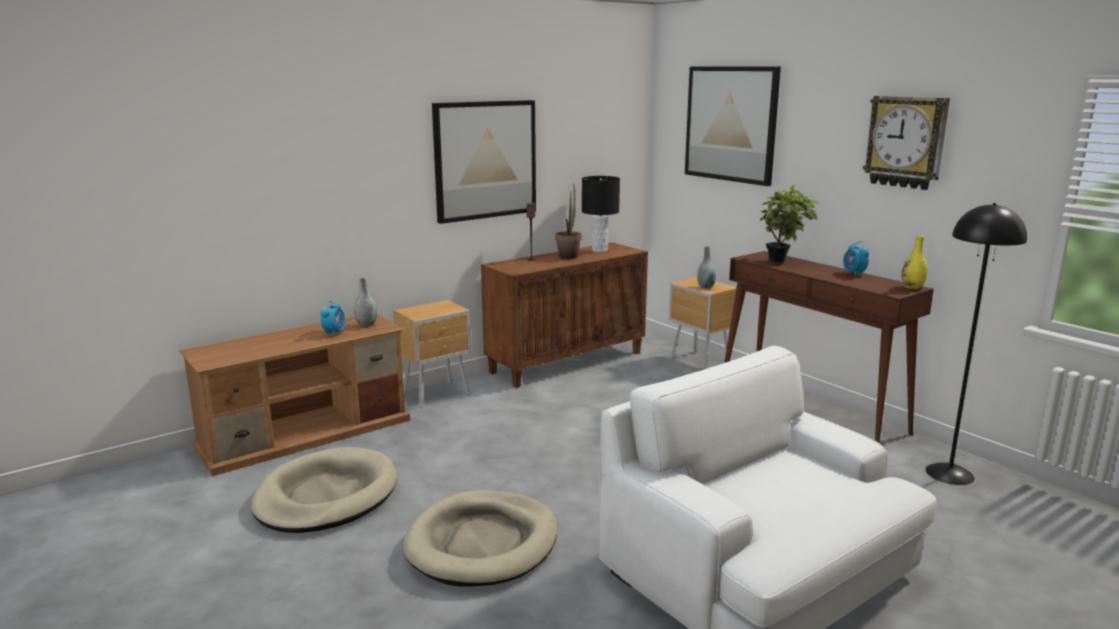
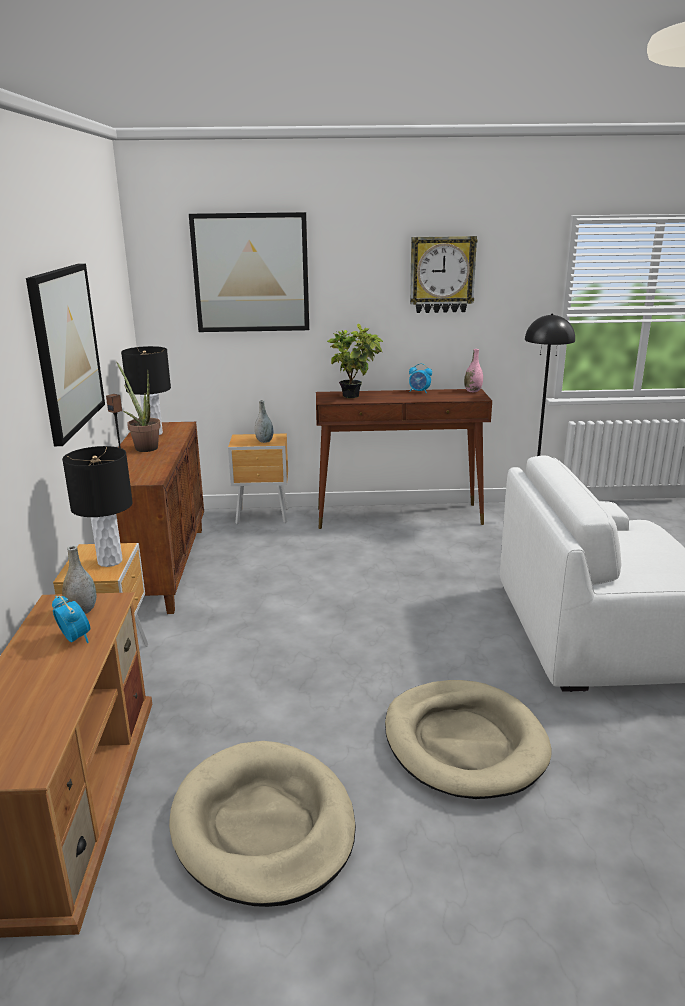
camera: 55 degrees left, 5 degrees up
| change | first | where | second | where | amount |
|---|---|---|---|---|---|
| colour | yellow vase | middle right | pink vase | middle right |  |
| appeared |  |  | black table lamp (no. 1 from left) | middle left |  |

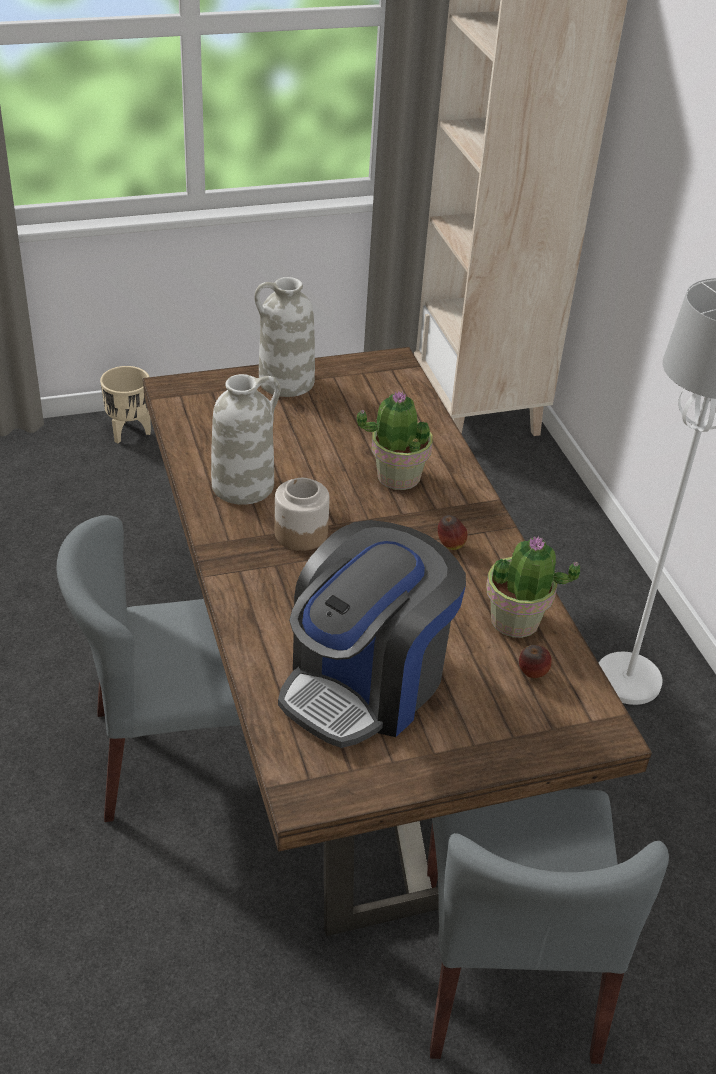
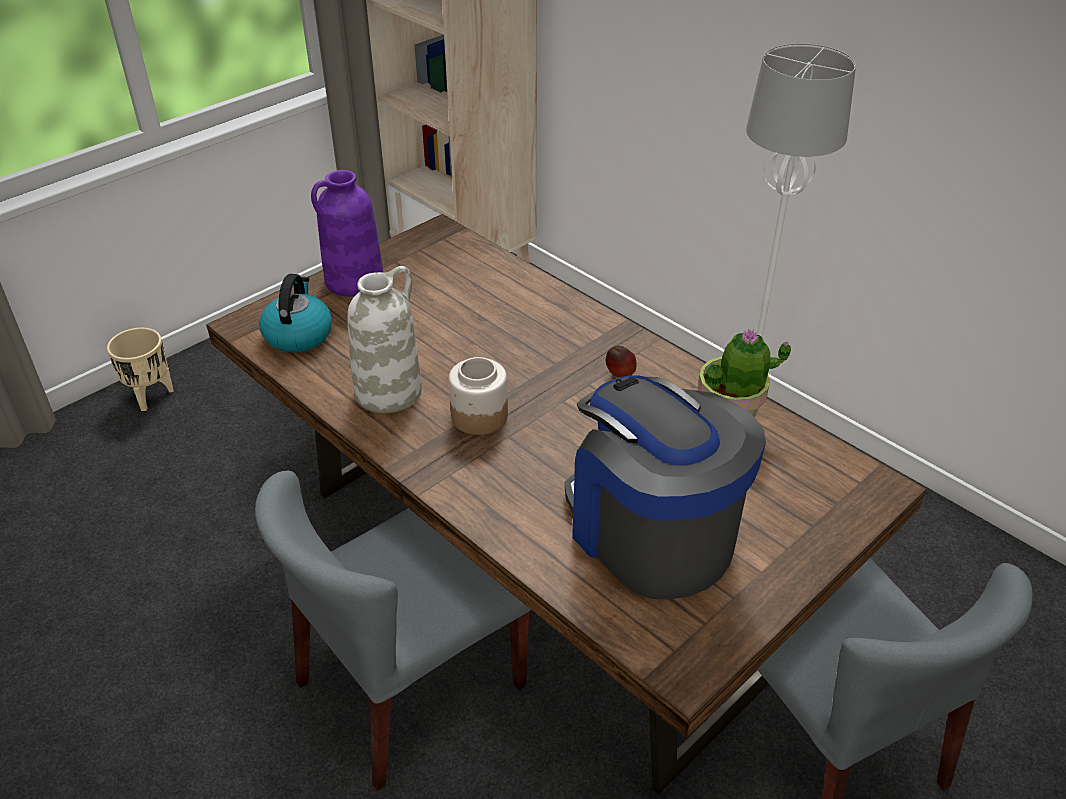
camera: 25 degrees left, 0 degrees up
| change | first | where | second | where | amount |
|---|---|---|---|---|---|
| colour | white vase (no. 2 from left) | top centre | purple vase | top left |  |
| spun | coffee machine | centre |  | centre | 135 degrees clockwise |
| missing | potted plant (no. 1 from left) | centre |  |  |  |
| missing | apple (no. 2 from left) | middle right |  |  |  |
| appeared |  |  | kettle | middle left |  |

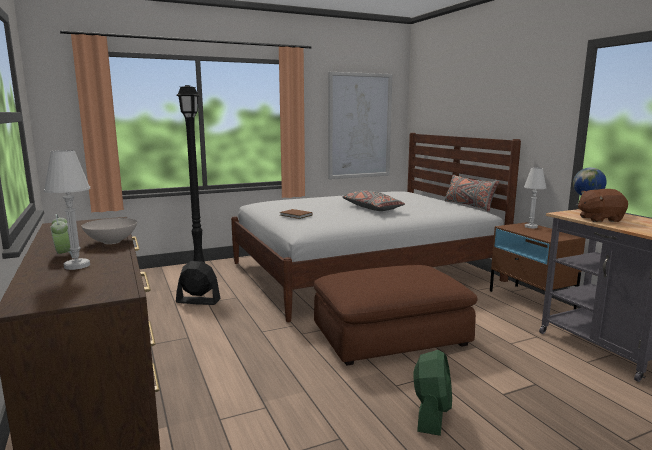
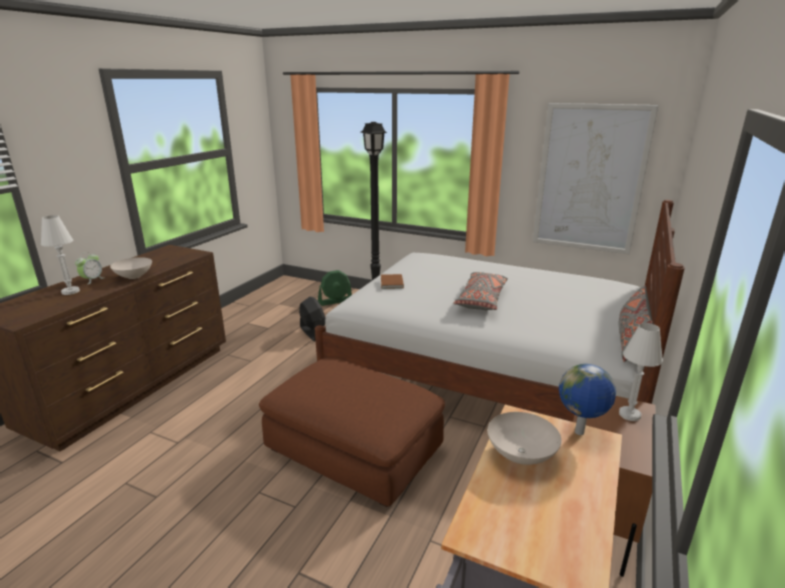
camera: 50 degrees right, 10 degrees up
| change | first | where | second | where | amount |
|---|---|---|---|---|---|
| relocated | green fan | bottom centre |  | centre |  |
| exchanged | brown plush toy | middle right | white bowl (no. 2 from left) | bottom right |  |

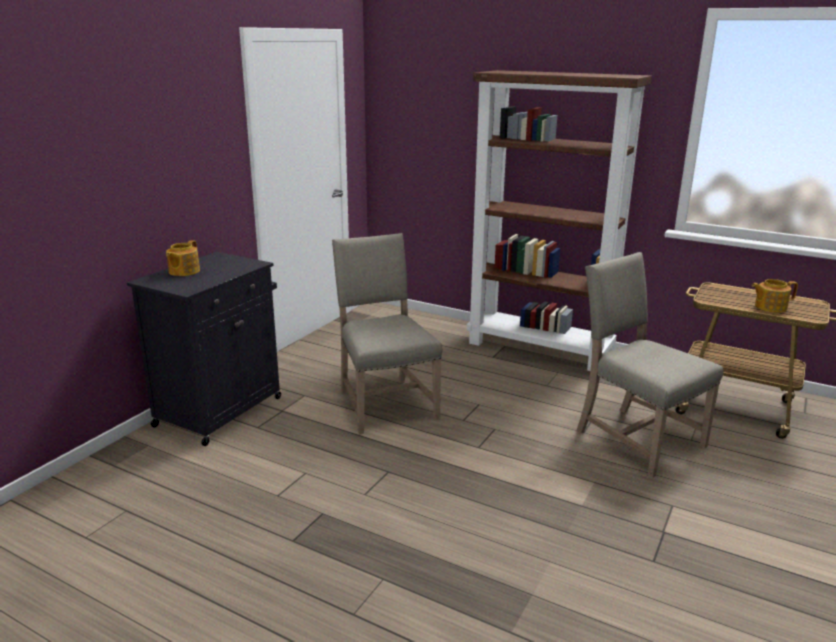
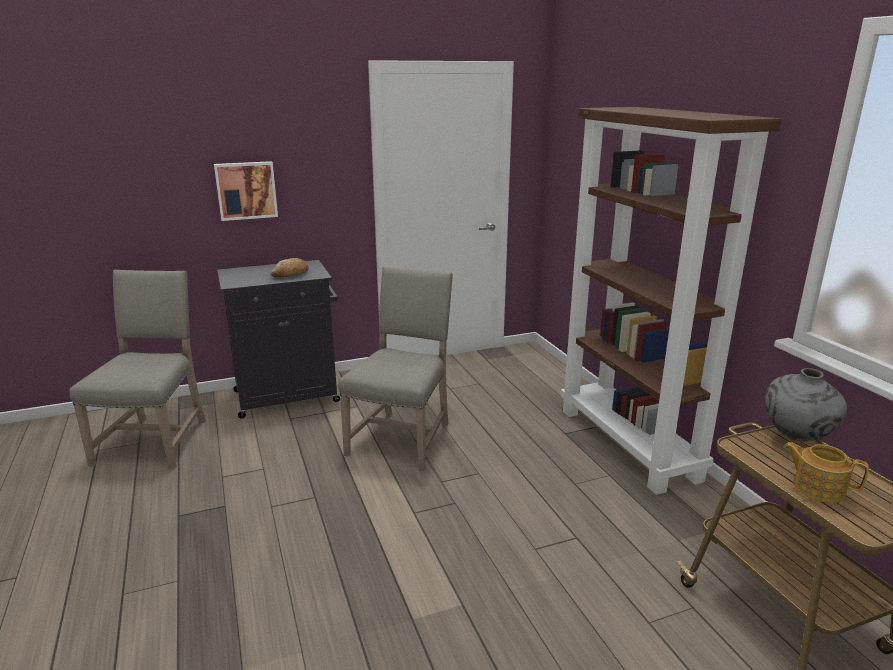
camera: 40 degrees right, 0 degrees up
| change | first | where | second | where | amount |
|---|---|---|---|---|---|
| missing | teapot (no. 1 from left) | middle left |  |  |  |
| relocated | beige chair (no. 2 from left in the first image) | middle right | beige chair (no. 1 from left) | middle left |  |
| appeared |  |  | picture | top left |  |
| appeared |  |  | bread | middle left |  |
| appeared |  |  | grey vase | middle right |  |

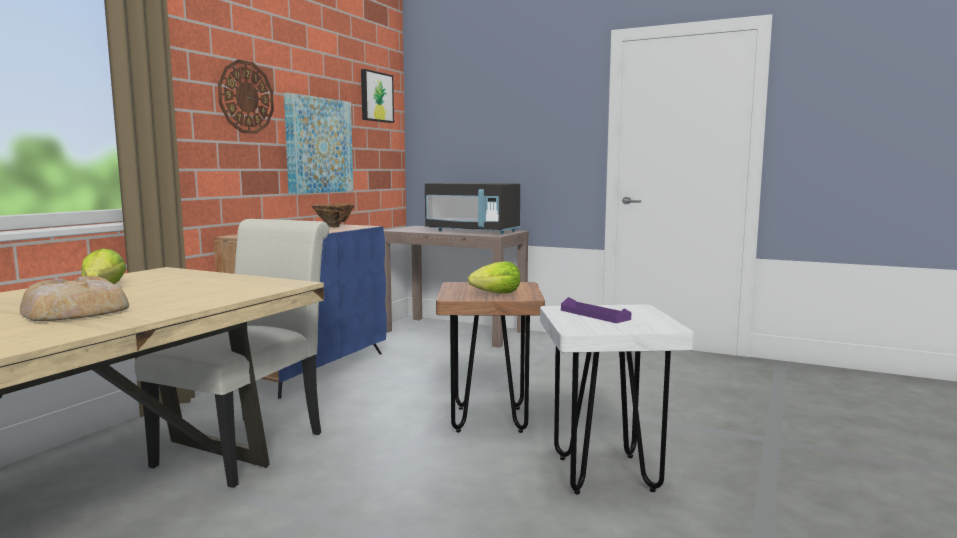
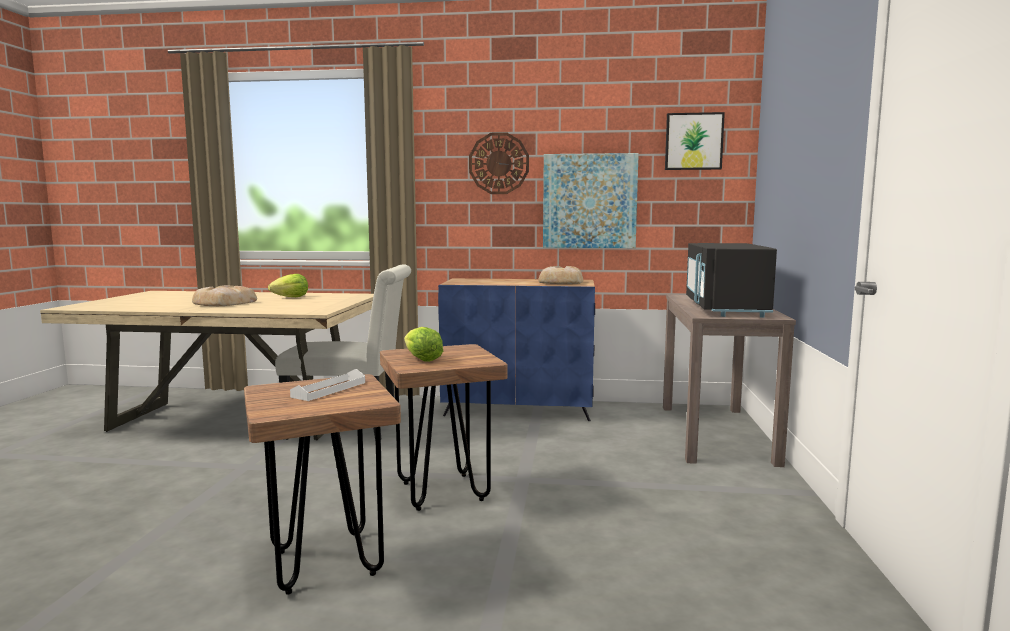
camera: 70 degrees right, 0 degrees up
| change | first | where | second | where | amount |
|---|---|---|---|---|---|
| exchanged | brown vase | centre | bread (no. 2 from left) | centre |  |
| colour | white stool | bottom centre | brown stool (no. 1 from left) | bottom left |  |
| colour | purple tray | centre | white tray | middle left |  |

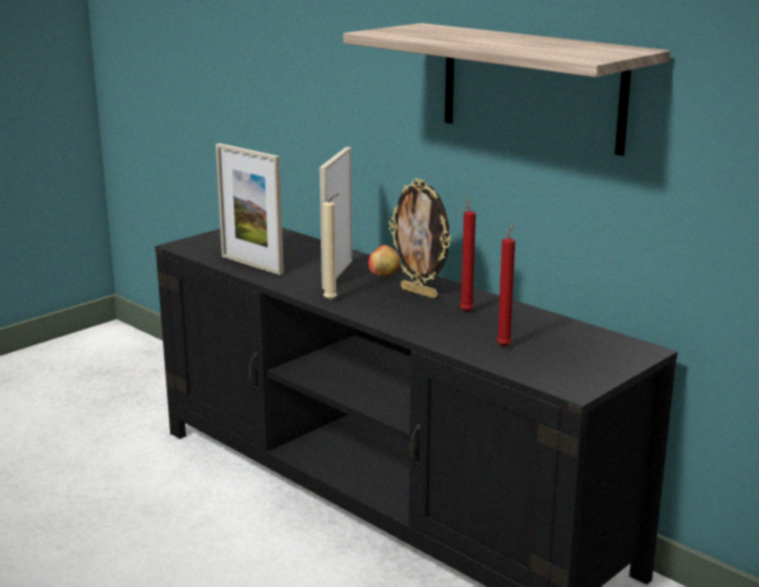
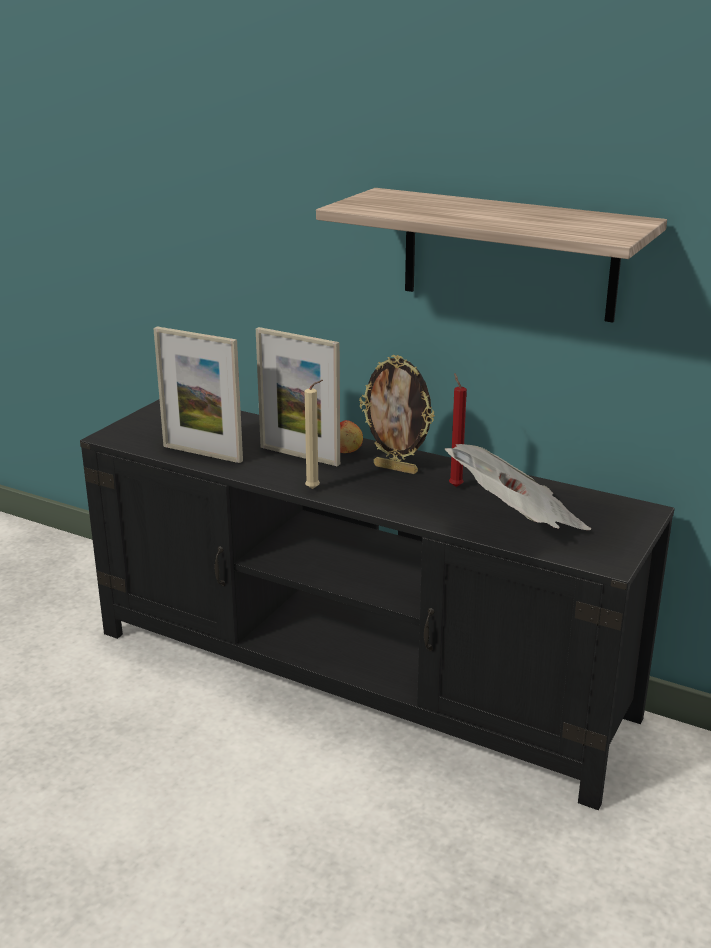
camera: 15 degrees left, 5 degrees up
| change | first | where | second | where | amount |
|---|---|---|---|---|---|
| spun | picture frame (no. 2 from left) | centre |  | centre | 60 degrees counterclockwise |
| exchanged | red candle (no. 2 from left) | centre | newspaper | middle right |  |

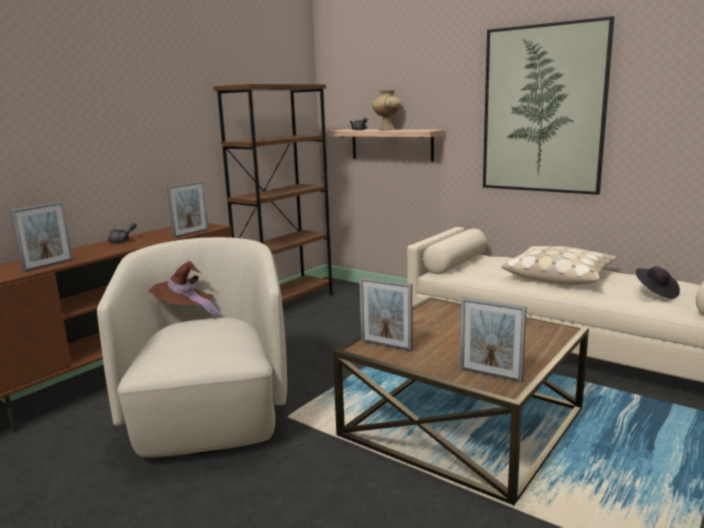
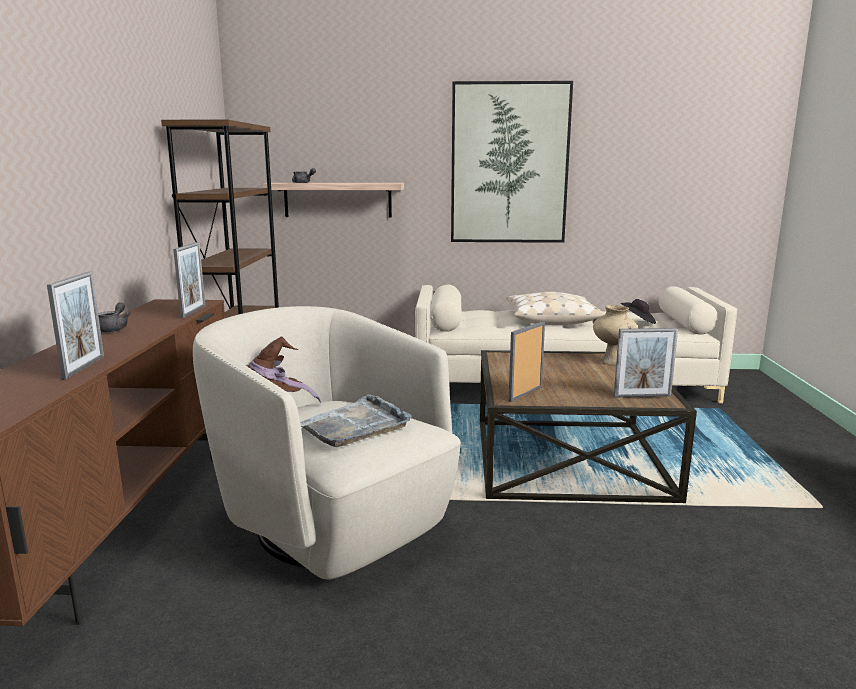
camera: 35 degrees left, 0 degrees up
| change | first | where | second | where | amount |
|---|---|---|---|---|---|
| spun | picture frame (no. 3 from left) | centre |  | centre | 135 degrees clockwise |
| relocated | beige vase | top centre |  | middle right |  |
| appeared |  |  | grey tray | centre |  |

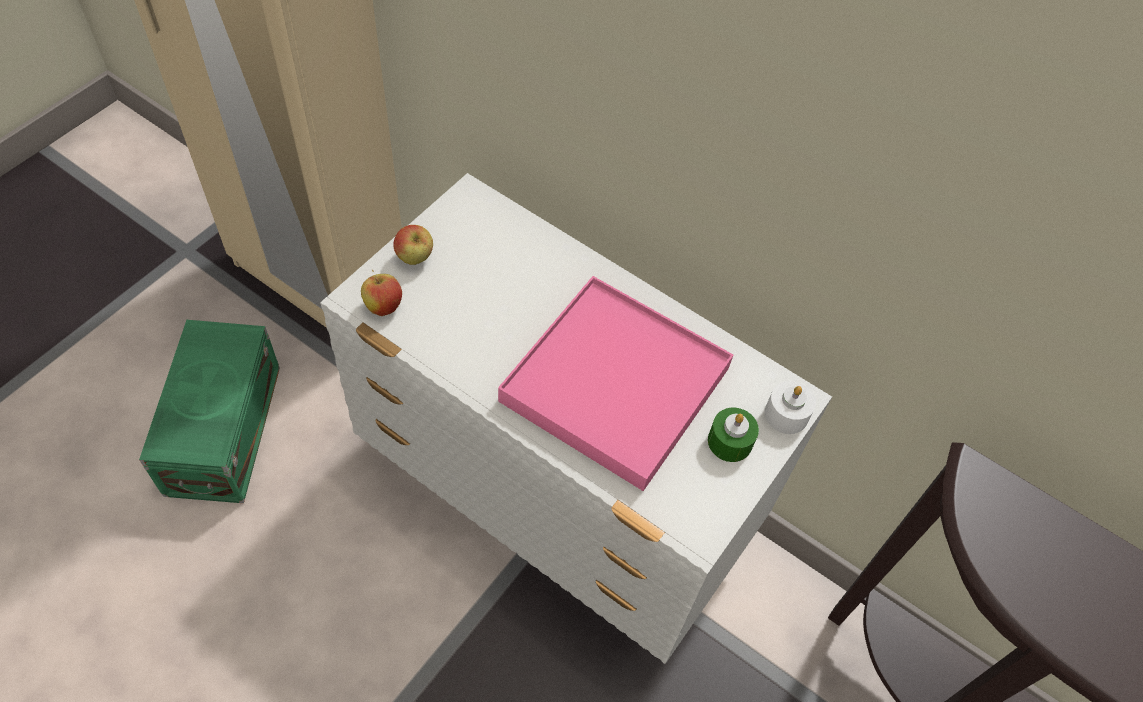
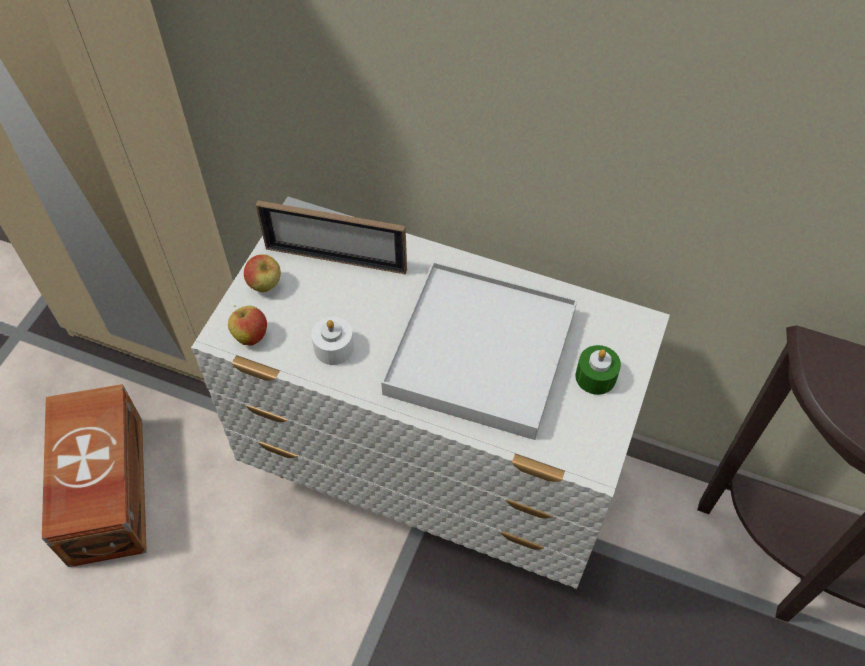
camera: 10 degrees left, 0 degrees up
| change | first | where | second | where | amount |
|---|---|---|---|---|---|
| colour | green storage box | middle left | brown storage box | bottom left |  |
| colour | pink tray | centre | white tray | centre |  |
| relocated | white candle | middle right |  | centre |  |
| appeared |  |  | picture frame | centre |  |

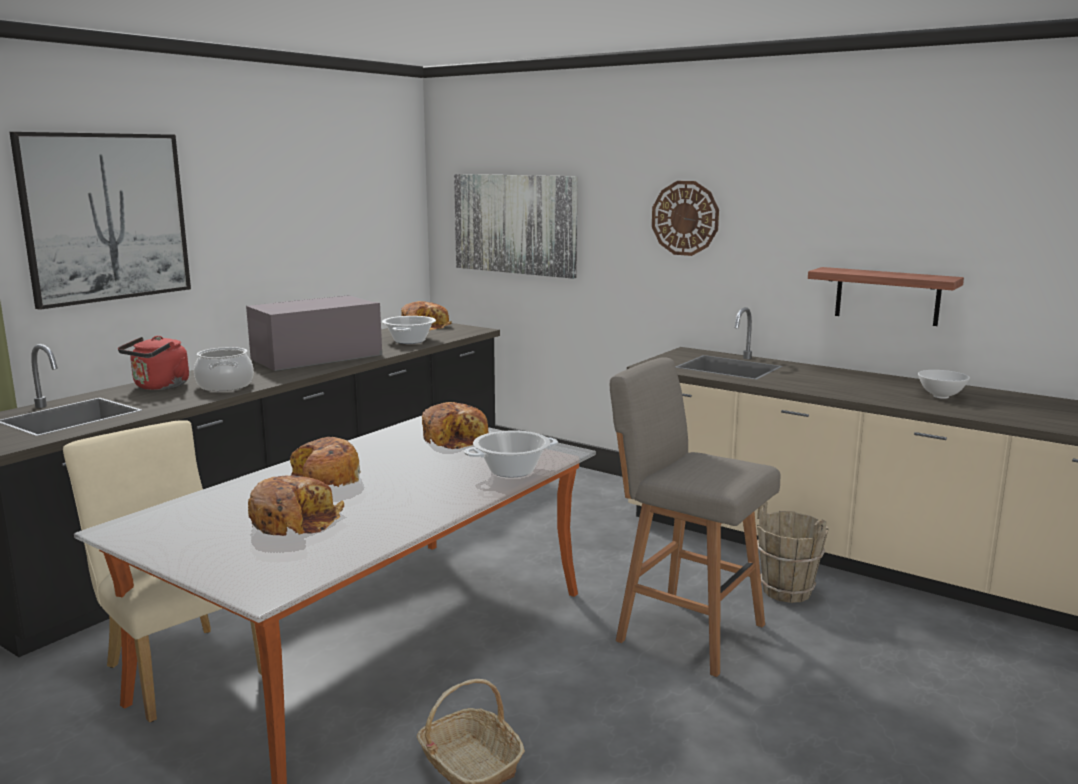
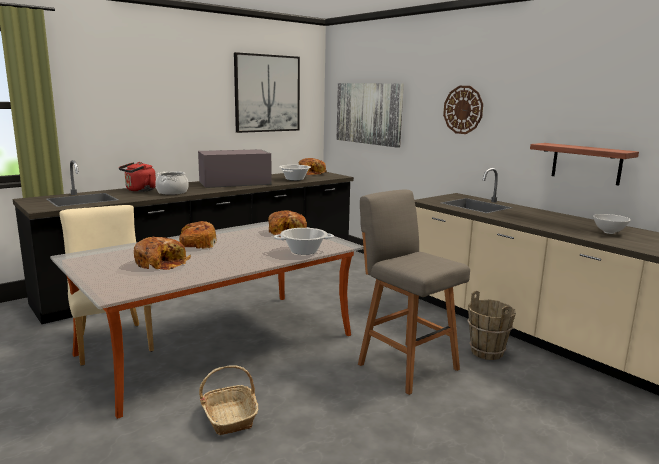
camera: 15 degrees right, 0 degrees up
| change | first | where | second | where | amount |
|---|---|---|---|---|---|
| relocated | picture (no. 1 from left) | top left |  | top centre |  |

